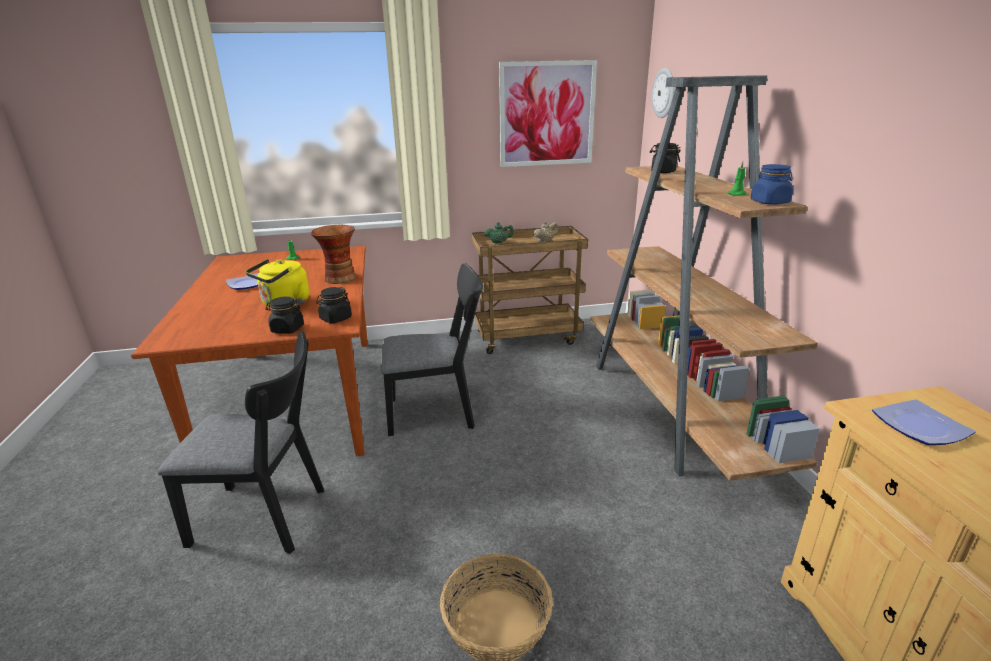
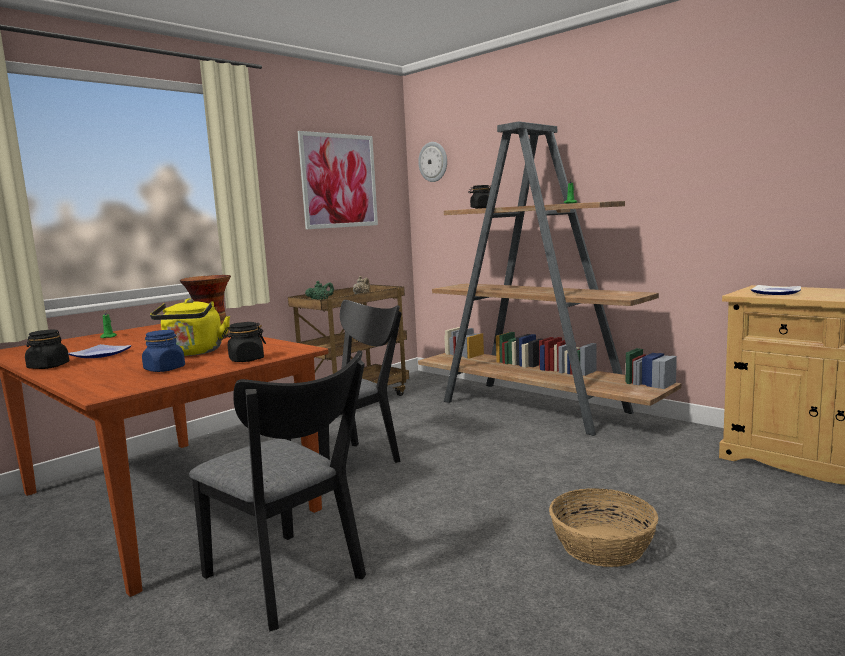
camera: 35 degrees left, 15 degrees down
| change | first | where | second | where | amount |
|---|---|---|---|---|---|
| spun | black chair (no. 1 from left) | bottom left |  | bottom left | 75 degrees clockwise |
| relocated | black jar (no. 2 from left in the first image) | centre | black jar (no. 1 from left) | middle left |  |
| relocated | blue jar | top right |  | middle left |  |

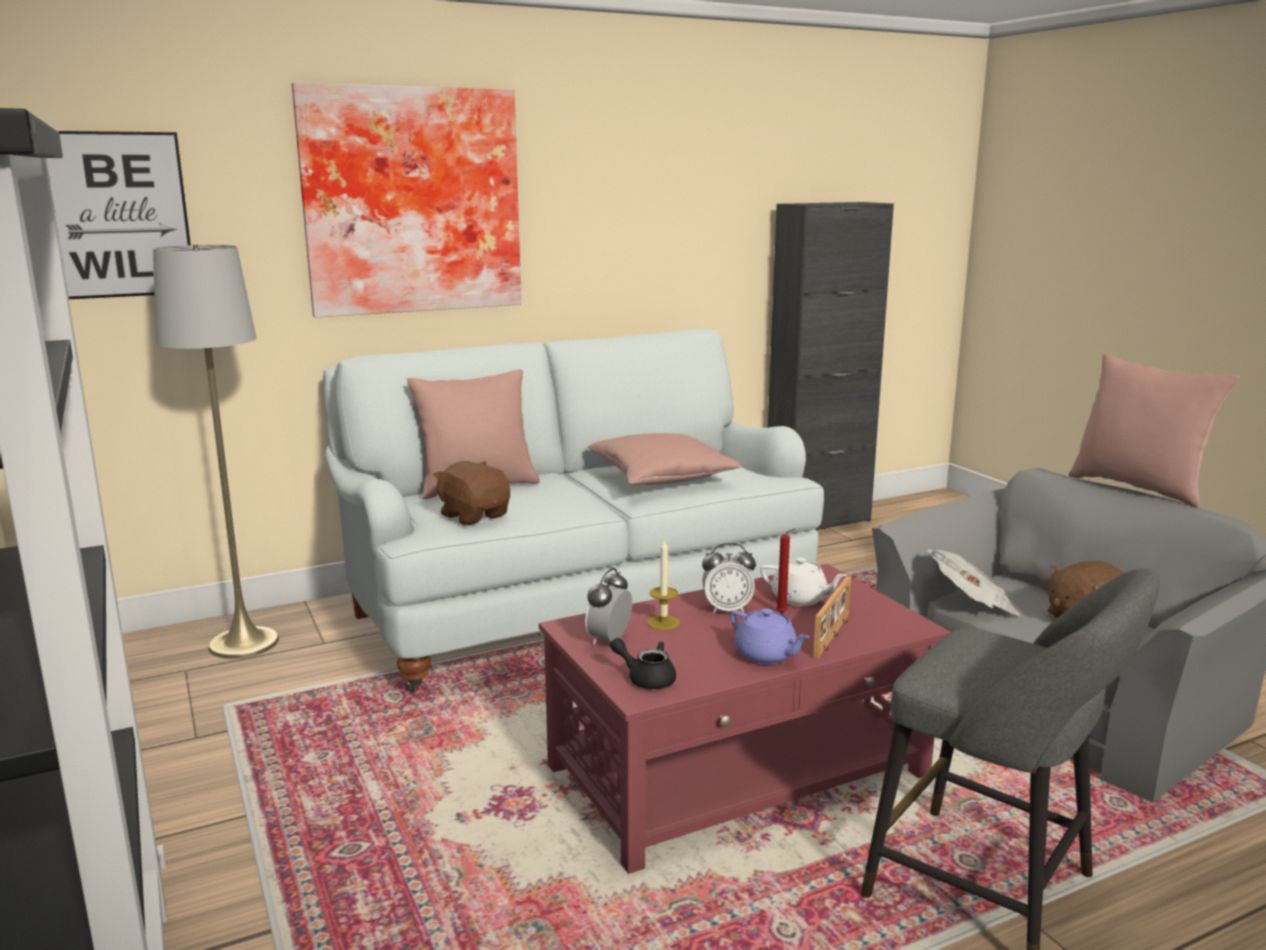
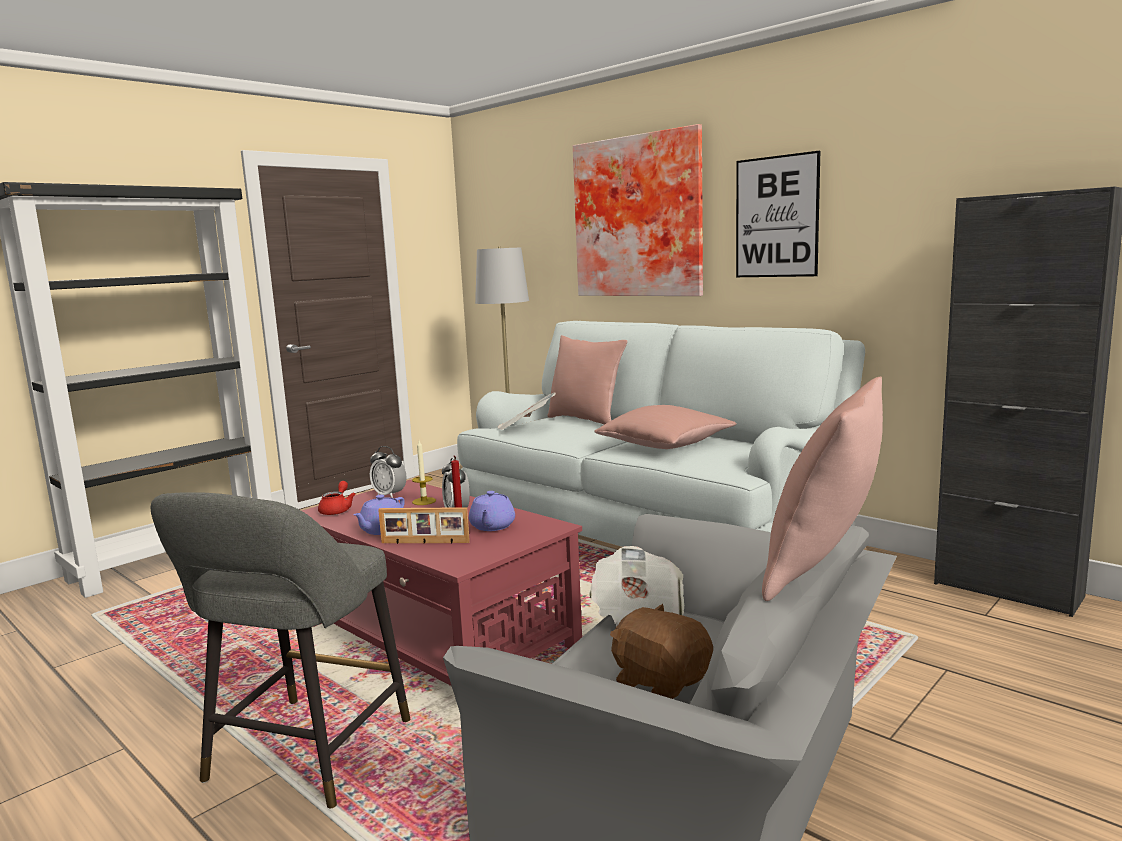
camera: 70 degrees right, 5 degrees down
| change | first | where | second | where | amount |
|---|---|---|---|---|---|
| relocated | picture (no. 1 from left in the first image) | top left | picture (no. 2 from left) | top right |  |
| exchanged | brown plush toy (no. 1 from left) | centre | newspaper (no. 1 from left) | centre |  |
| spun | alarm clock (no. 1 from left) | centre |  | centre | 150 degrees counterclockwise |
| colour | black teapot | bottom centre | red teapot | middle left |  |
| colour | white teapot | centre | purple teapot (no. 2 from left) | centre |  |

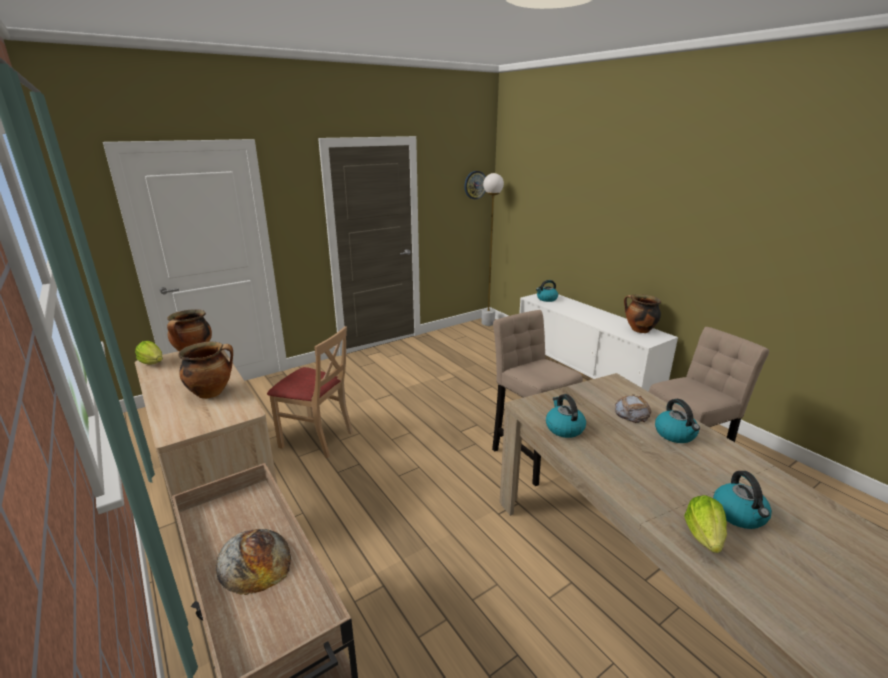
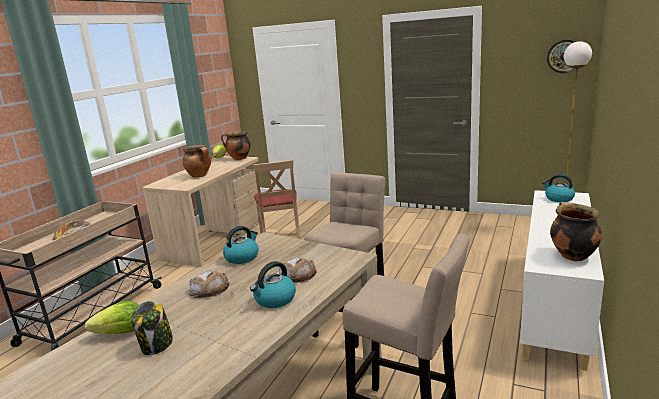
camera: 60 degrees right, 5 degrees down
| change | first | where | second | where | amount |
|---|---|---|---|---|---|
| exchanged | kettle (no. 4 from left) | bottom right | jar | bottom left |  |
| appeared |  |  | bread (no. 2 from left) | bottom left |  |

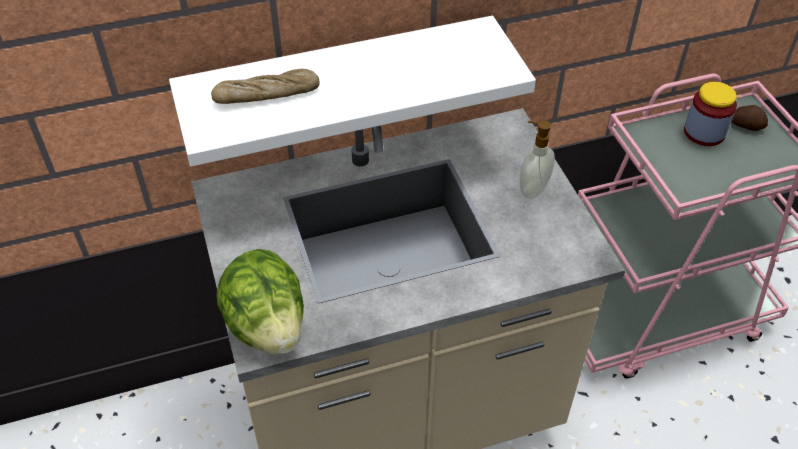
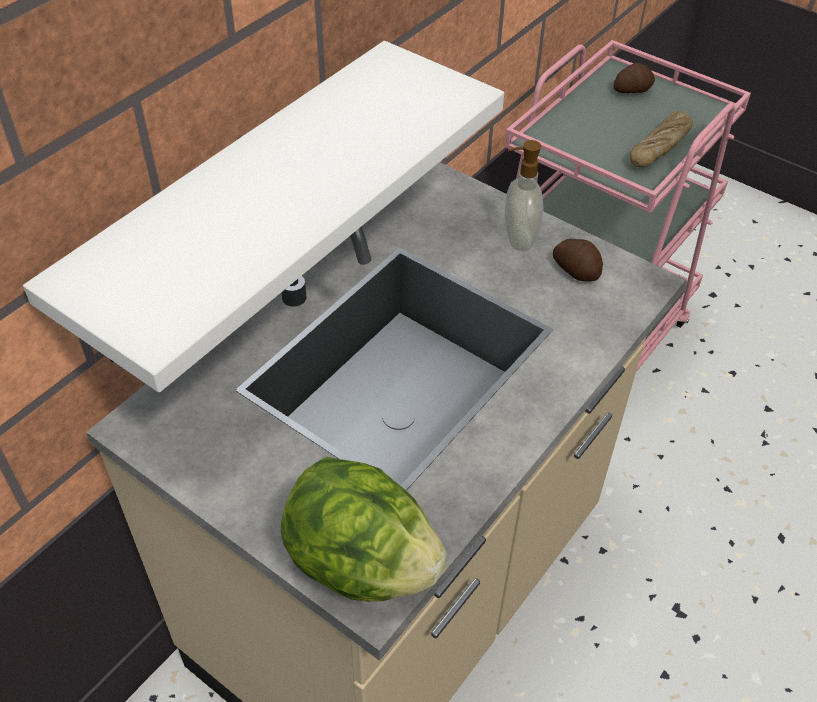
camera: 35 degrees left, 0 degrees up
| change | first | where | second | where | amount |
|---|---|---|---|---|---|
| relocated | bread | top left |  | top right |  |
| missing | jar | top right |  |  |  |
| appeared |  |  | potato (no. 1 from left) | middle right |  |

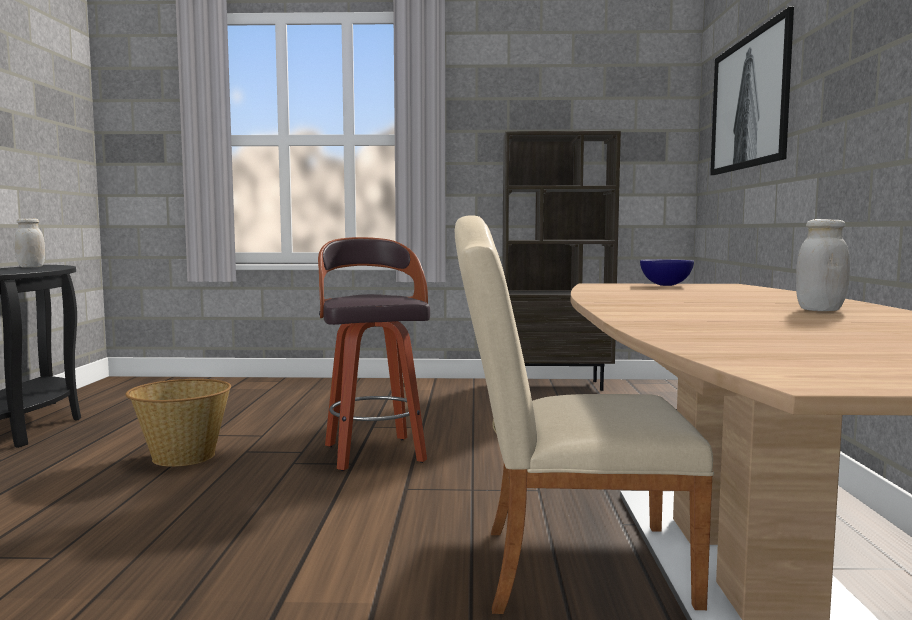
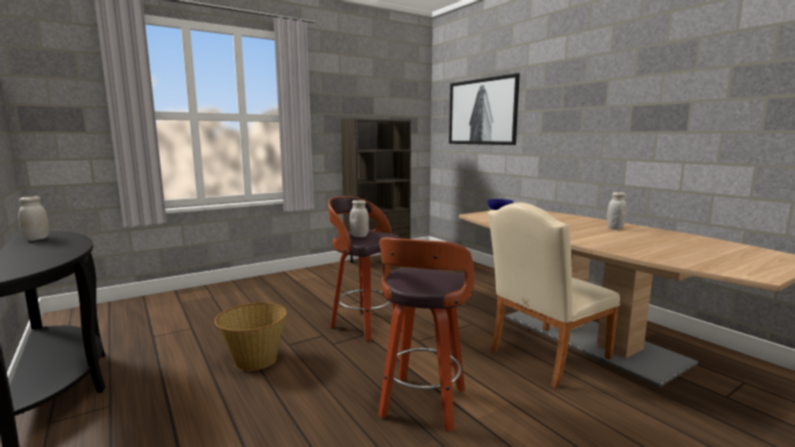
camera: 35 degrees left, 5 degrees up
| change | first | where | second | where | amount |
|---|---|---|---|---|---|
| appeared |  |  | white jar (no. 2 from left) | centre |  |
| appeared |  |  | stool (no. 2 from left) | bottom centre |  |

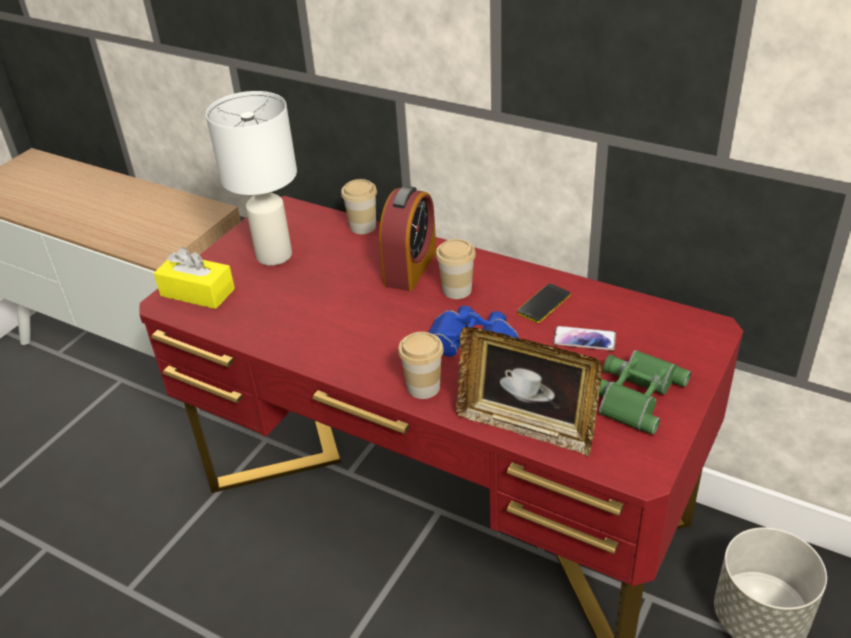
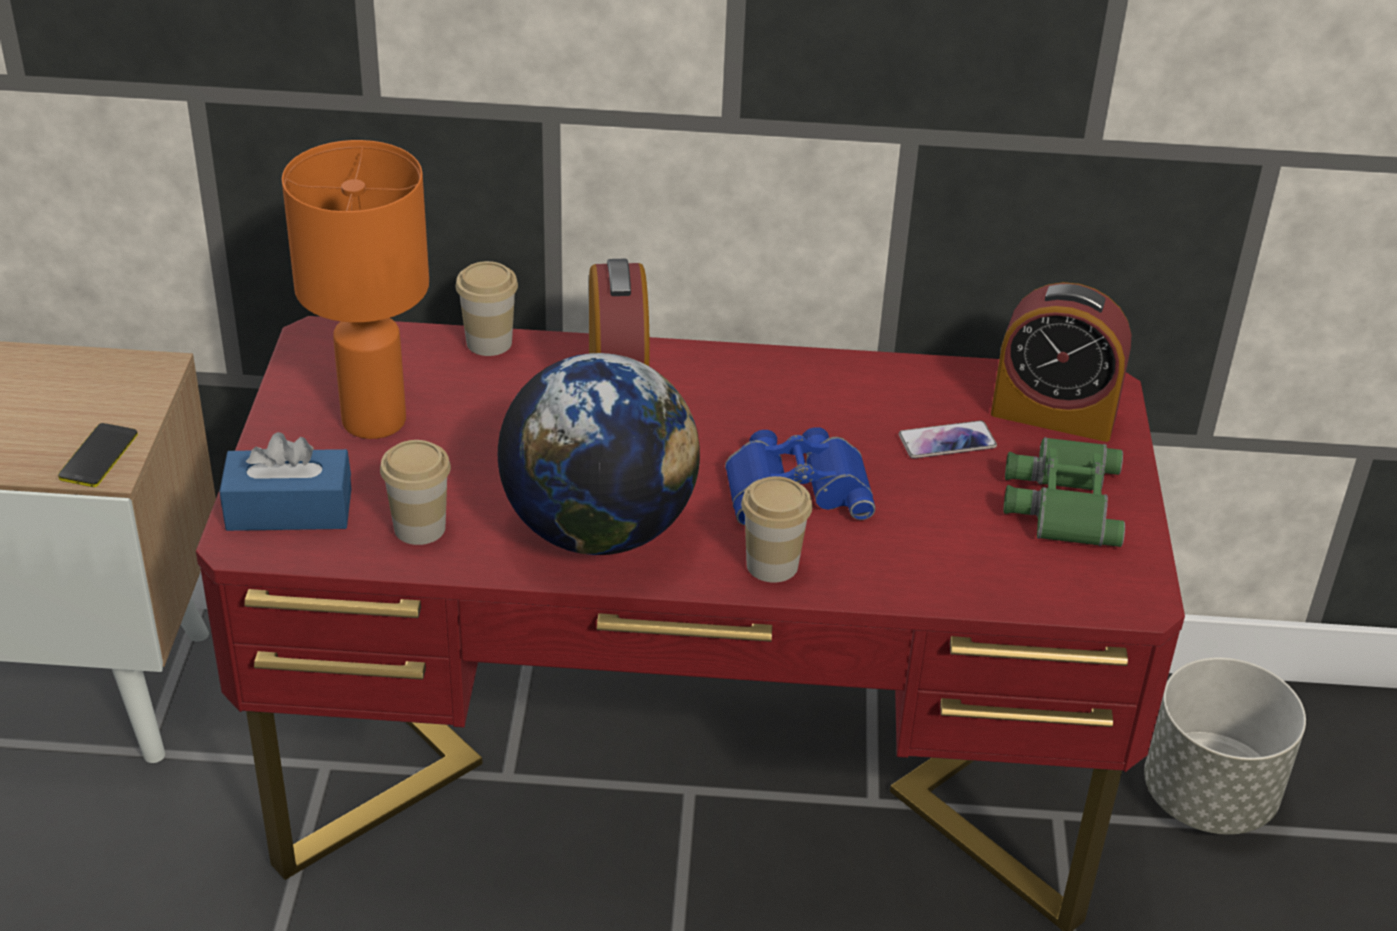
camera: 30 degrees left, 0 degrees up
| change | first | where | second | where | amount |
|---|---|---|---|---|---|
| colour | yellow tissue box | middle left | blue tissue box | middle left |  |
| colour | white table lamp | top left | orange table lamp | top left |  |
| relocated | cup (no. 3 from left in the first image) | centre | cup (no. 1 from left) | middle left |  |
| missing | picture frame | centre |  |  |  |
| relocated | phone (no. 1 from left) | centre |  | middle left |  |
| appeared |  |  | globe | centre |  |
| appeared |  |  | alarm clock (no. 2 from left) | middle right |  |

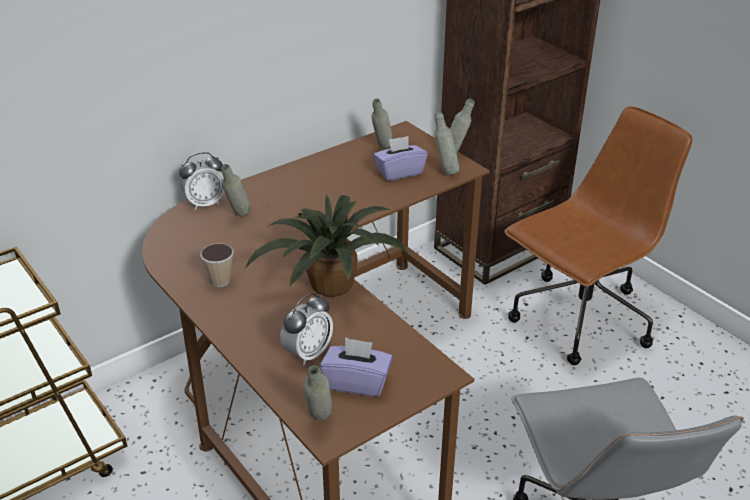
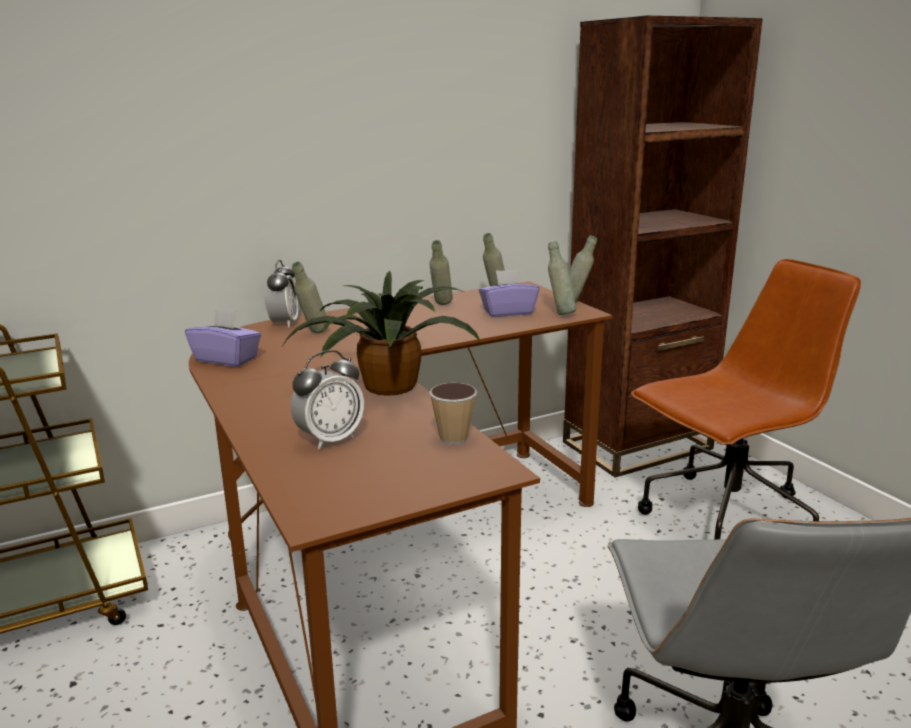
camera: 10 degrees right, 15 degrees down
| change | first | where | second | where | amount |
|---|---|---|---|---|---|
| spun | alarm clock (no. 1 from left) | middle left |  | middle left | 75 degrees counterclockwise |
| relocated | cup | middle left |  | centre |  |
| relocated | grey bottle (no. 2 from left) | bottom centre |  | centre |  |
| relocated | purple tissue box (no. 1 from left) | bottom centre |  | middle left |  |

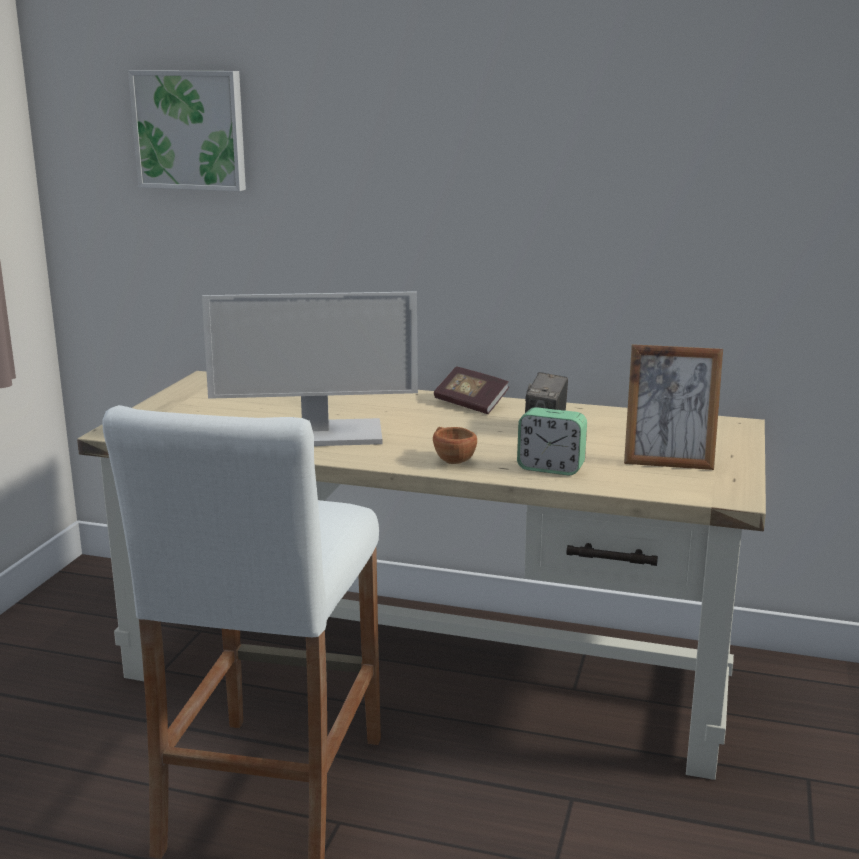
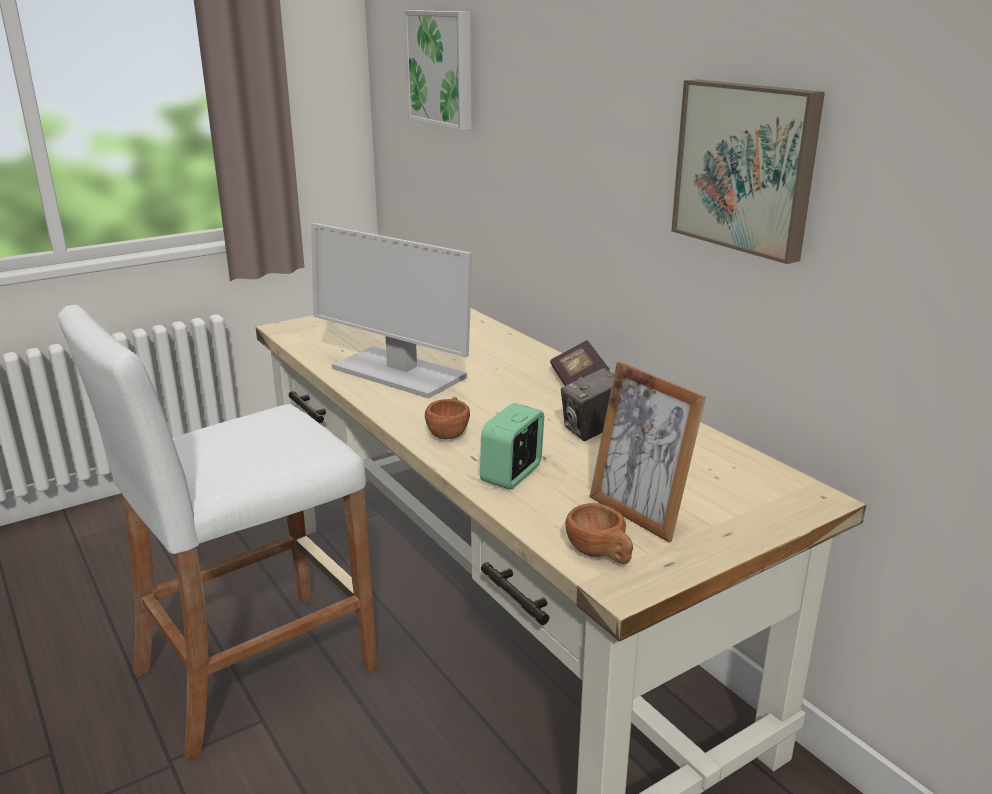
camera: 40 degrees right, 5 degrees up
| change | first | where | second | where | amount |
|---|---|---|---|---|---|
| spun | alarm clock | centre |  | centre | 60 degrees clockwise |
| appeared |  |  | brown cup (no. 2 from left) | bottom centre |  |
| appeared |  |  | picture (no. 2 from left) | top right |  |

